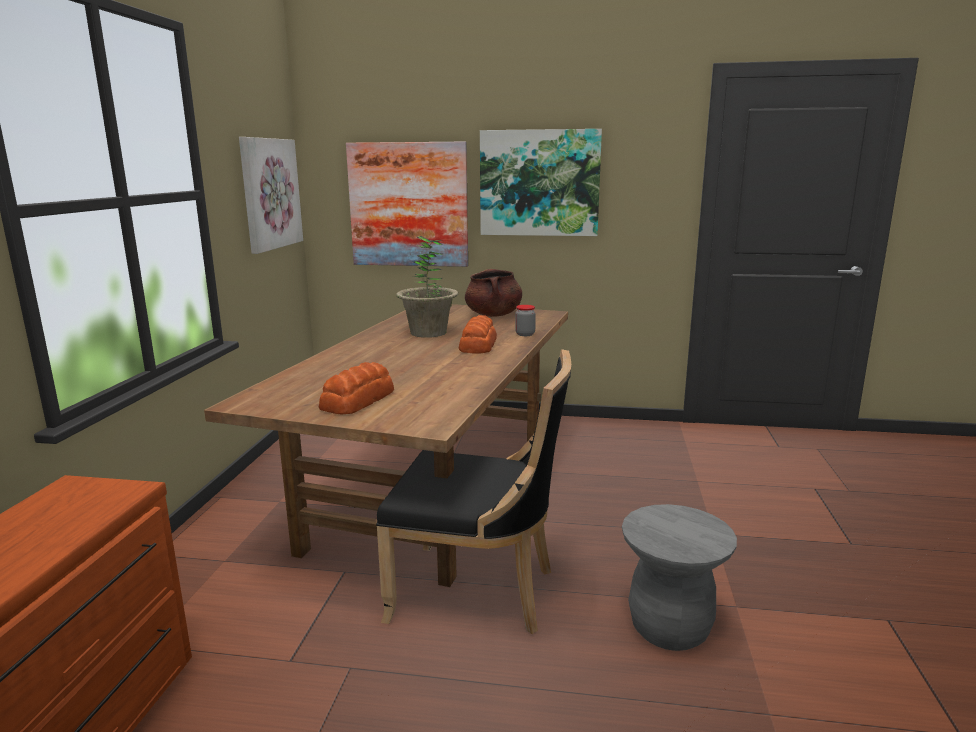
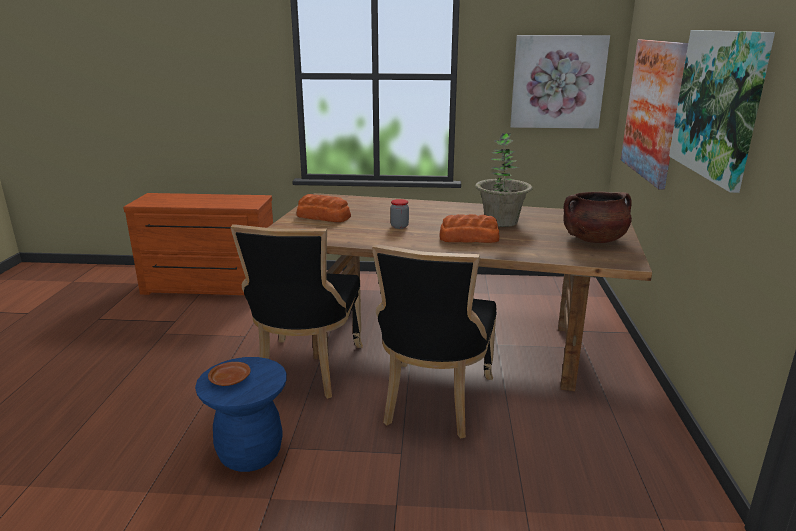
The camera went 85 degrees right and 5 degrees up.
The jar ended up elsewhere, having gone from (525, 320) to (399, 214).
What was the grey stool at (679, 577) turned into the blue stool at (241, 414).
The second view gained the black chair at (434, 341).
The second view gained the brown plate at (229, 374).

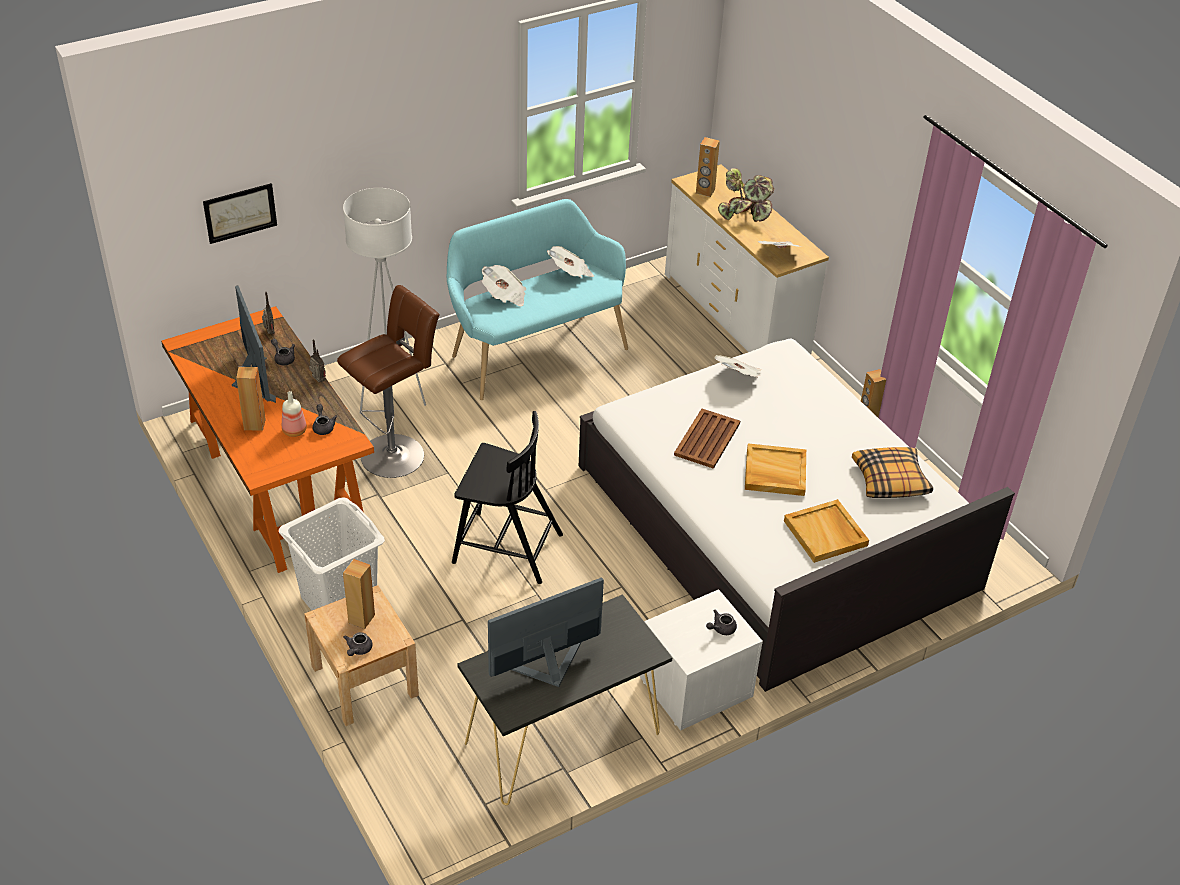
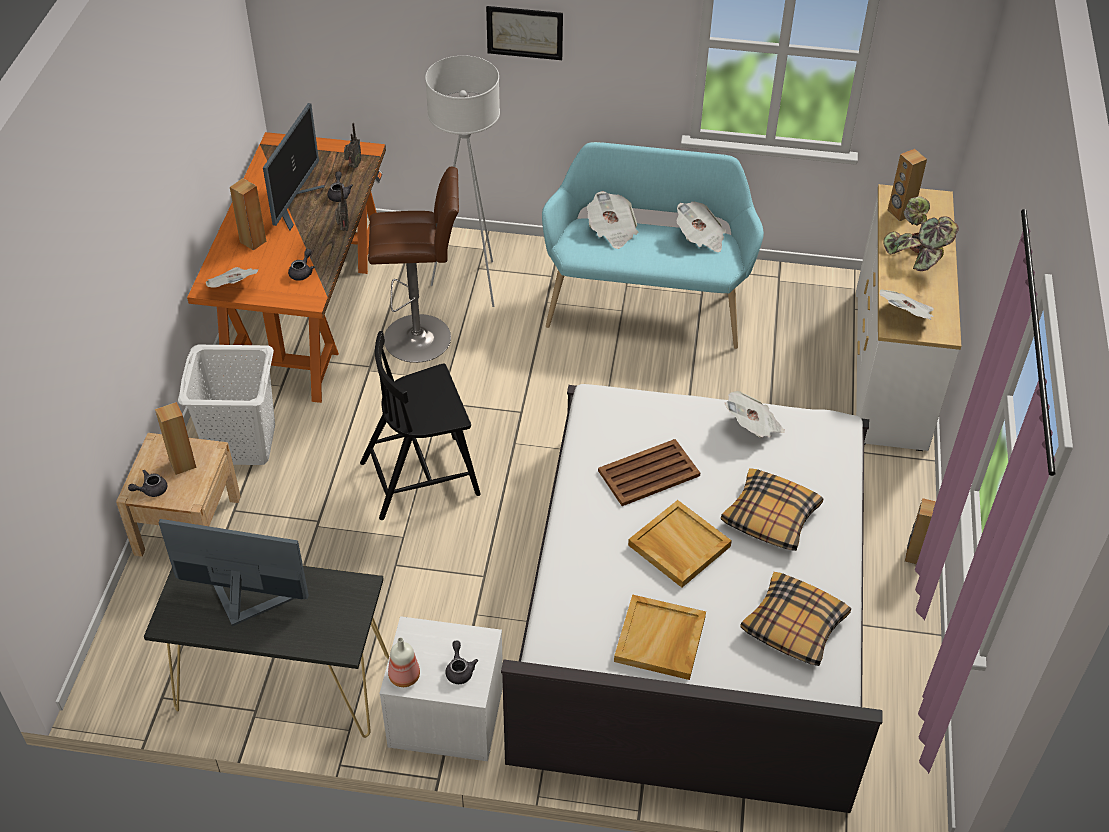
The camera went 40 degrees right and 5 degrees up.
The picture ended up elsewhere, having gone from (240, 213) to (524, 33).
The bottle ended up elsewhere, having gone from (294, 414) to (404, 662).
The black chair at (507, 497) ended up facing another way, 105 degrees clockwise from before.
The grey teapot at (721, 622) ended up facing another way, 75 degrees clockwise from before.
The second view gained the newspaper at (232, 277).
The second view gained the pillow at (772, 509).

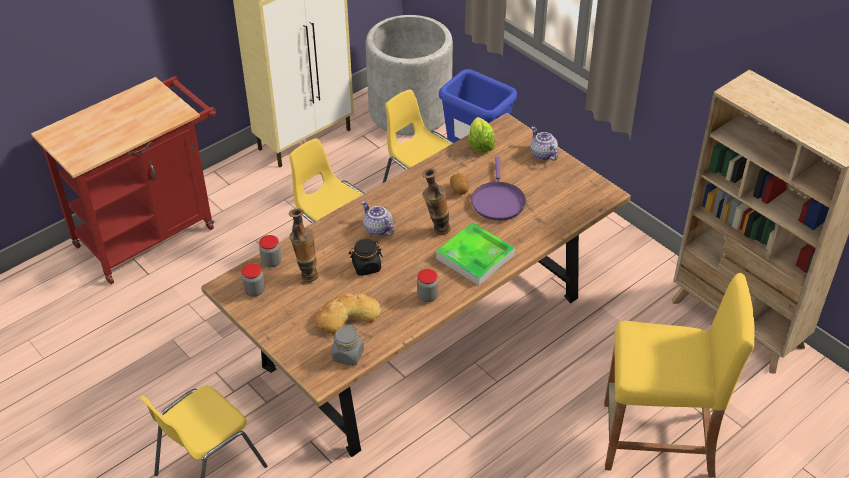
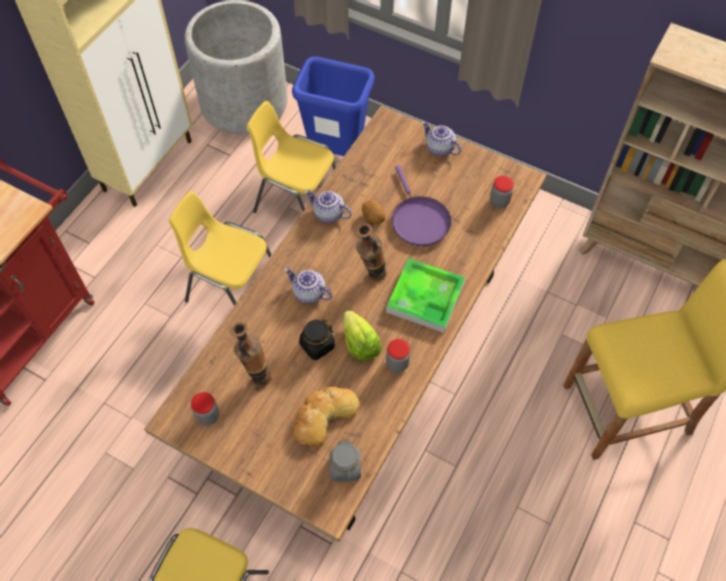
The camera went 20 degrees left and 15 degrees up.
The lettuce ended up elsewhere, having gone from (482, 135) to (362, 336).
The jar ended up elsewhere, having gone from (270, 251) to (502, 192).
The second view gained the teapot at (328, 206).

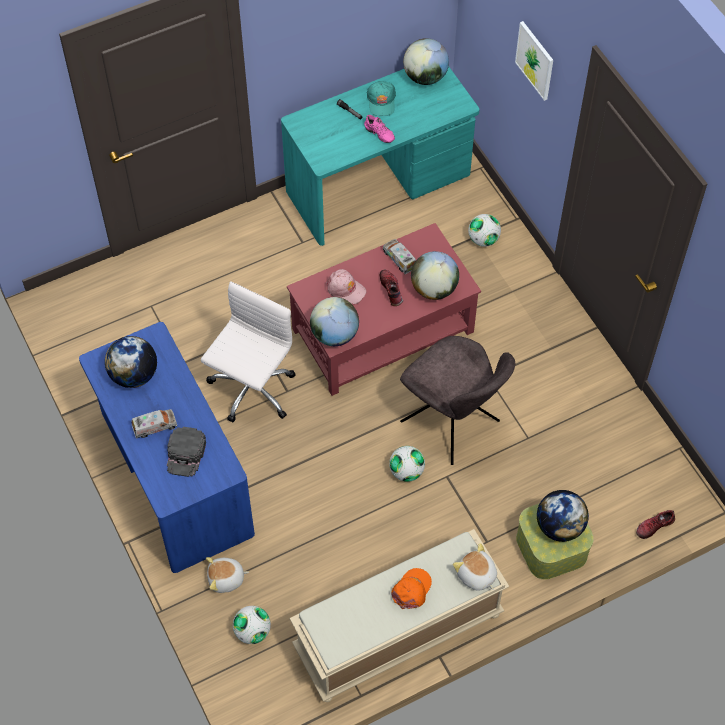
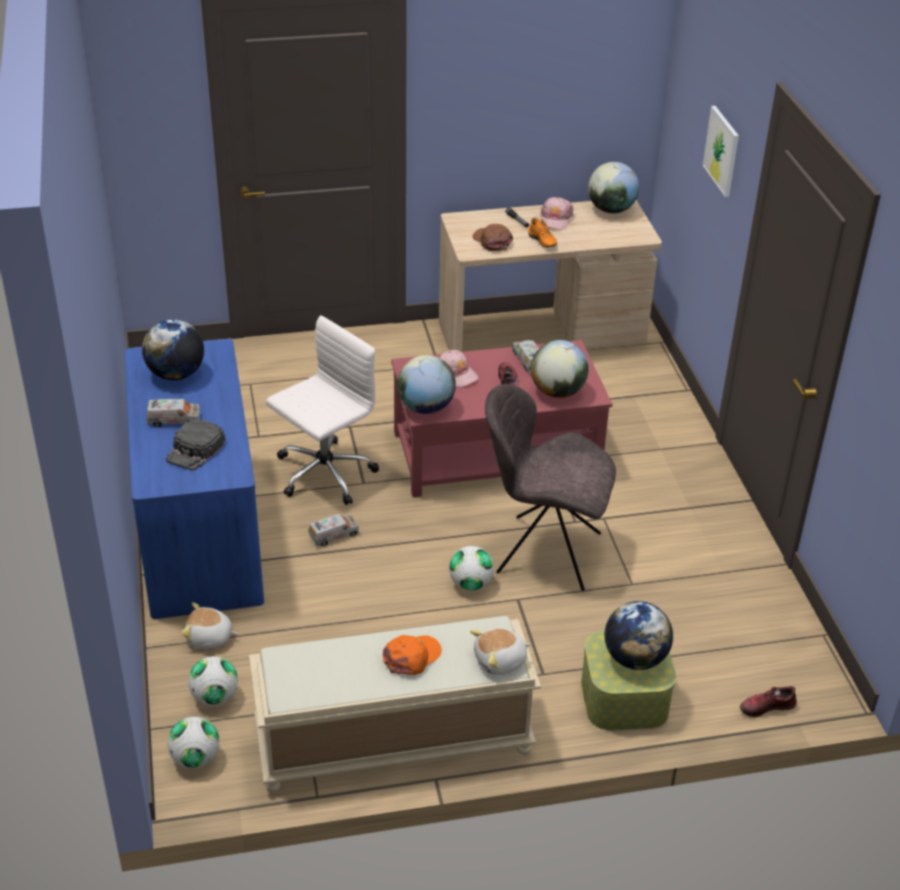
The camera went 15 degrees right and 20 degrees down.
What was the turquoise desk at (380, 156) turned into the beige desk at (550, 276).
What was the turquoise cap at (381, 98) turned into the pink cap at (557, 213).
What was the pink shoe at (379, 128) turned into the orange shoe at (542, 233).
The football ended up elsewhere, having gone from (484, 230) to (193, 743).
The grey chair at (457, 400) ended up facing another way, 135 degrees clockwise from before.
The plush toy at (475, 567) ended up facing another way, 90 degrees counterclockwise from before.
The second view gained the brown cap at (493, 237).
The second view gained the toy truck at (333, 530).

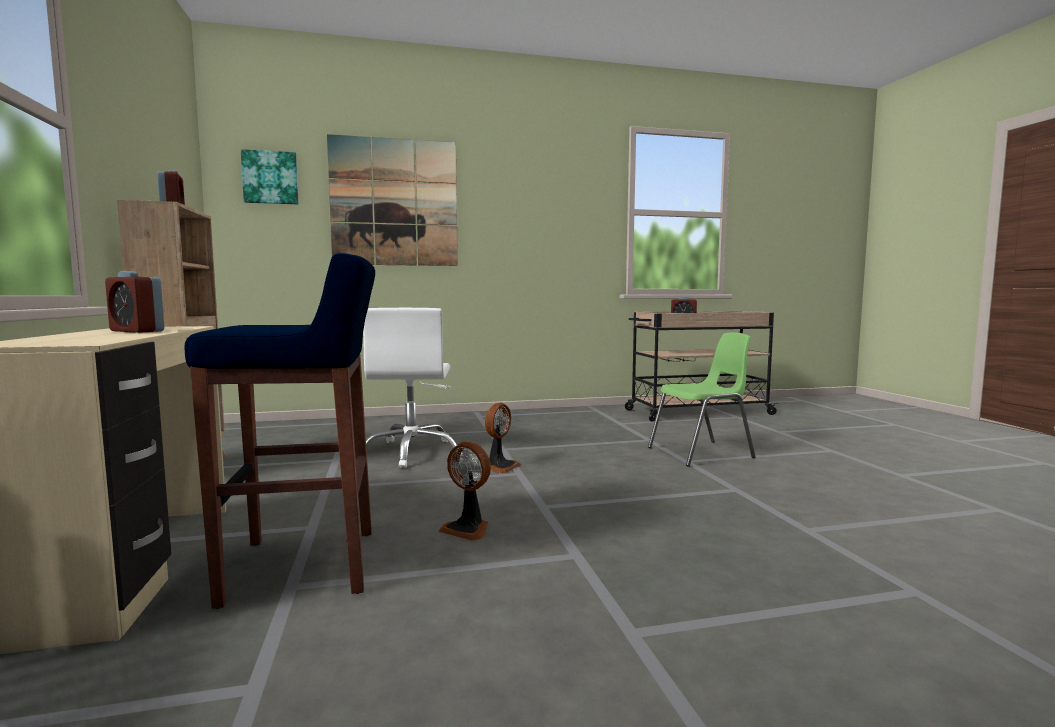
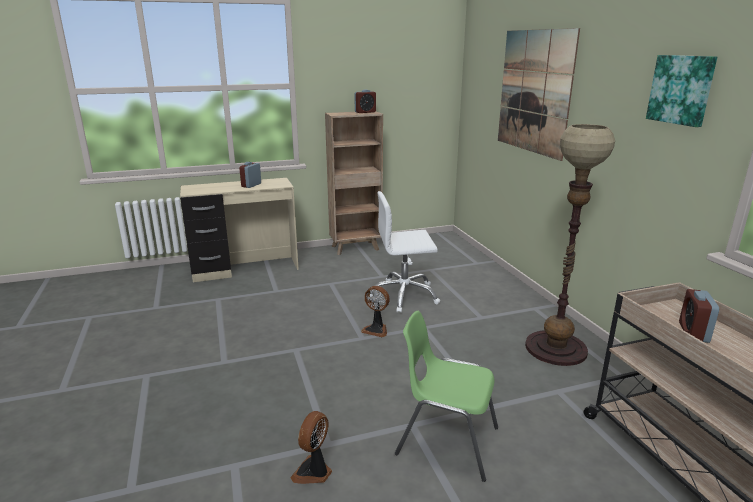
The camera went 85 degrees right and 15 degrees up.
The picture ended up elsewhere, having gone from (270, 177) to (681, 91).
The second view lost the blue stool at (280, 431).
The green chair at (701, 399) ended up facing another way, 135 degrees clockwise from before.
The fan ended up elsewhere, having gone from (464, 491) to (311, 447).
The second view gained the floor lamp at (570, 245).

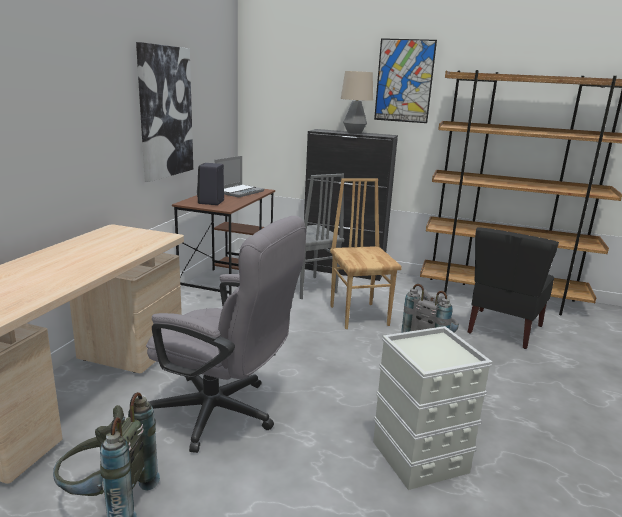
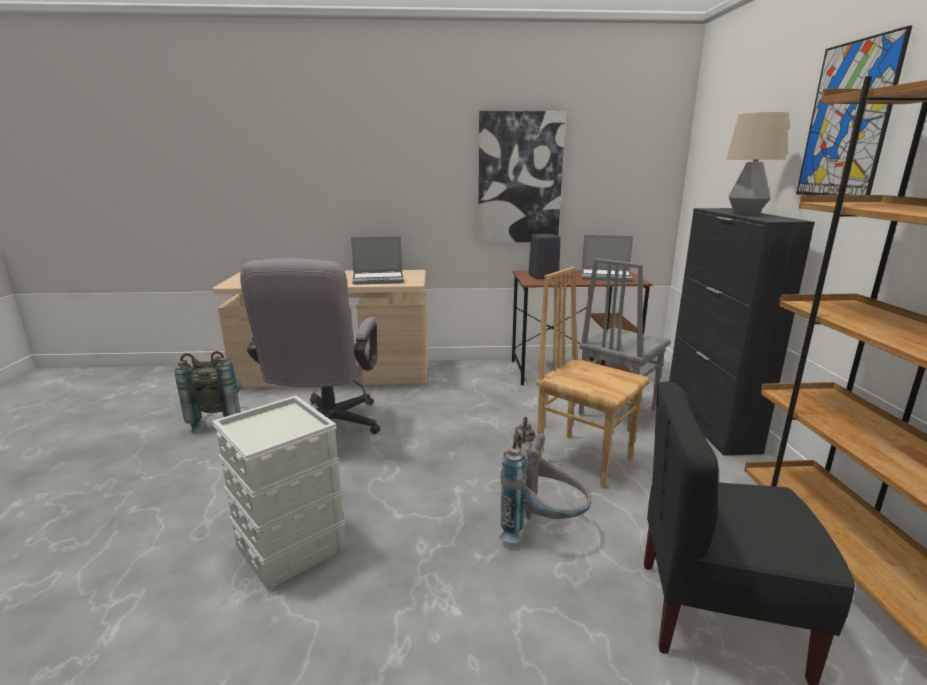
The camera went 70 degrees right and 0 degrees up.
The brown chair at (366, 254) ended up facing another way, 105 degrees counterclockwise from before.
The second view gained the laptop at (377, 260).

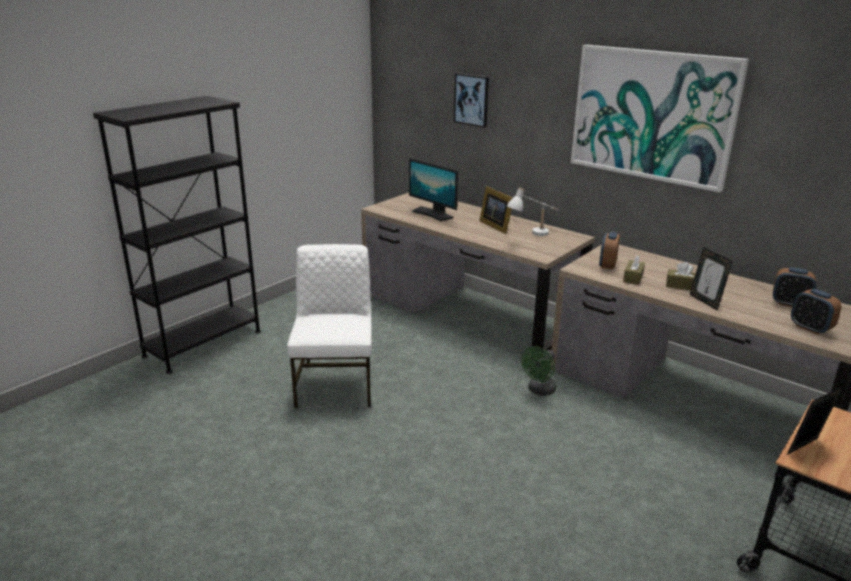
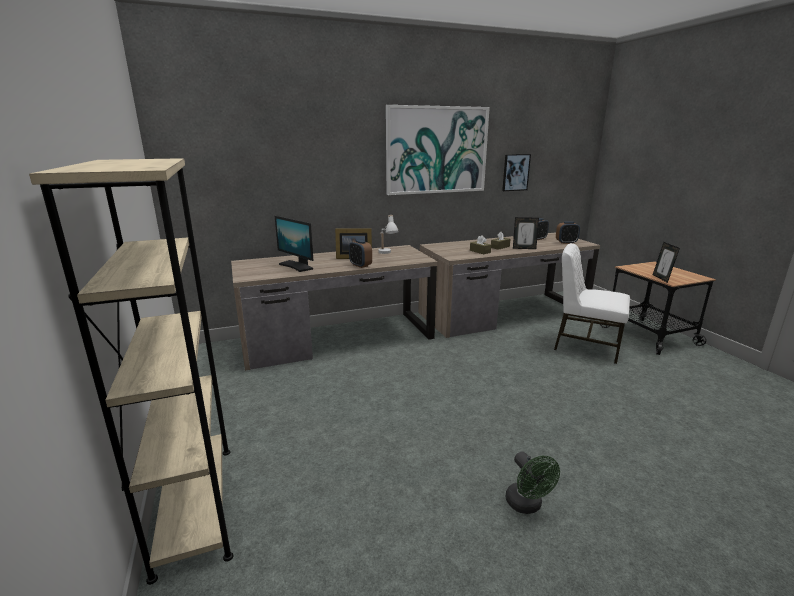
The camera went 60 degrees left and 5 degrees down.
The picture ended up elsewhere, having gone from (471, 100) to (516, 172).
What was the black bookcase at (177, 235) turned into the beige bookcase at (131, 371).
The monitor at (433, 189) ended up facing another way, 60 degrees clockwise from before.
The alarm clock ended up elsewhere, having gone from (609, 251) to (360, 254).
The white chair ended up elsewhere, having gone from (329, 326) to (592, 303).
The green fan ended up elsewhere, having gone from (538, 371) to (532, 483).

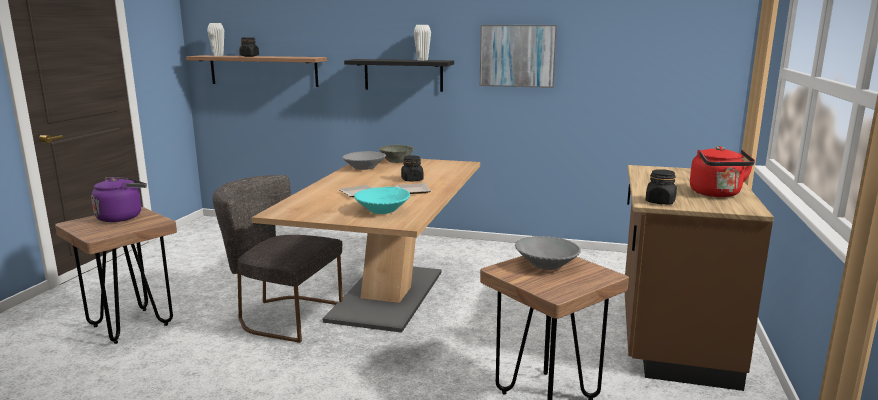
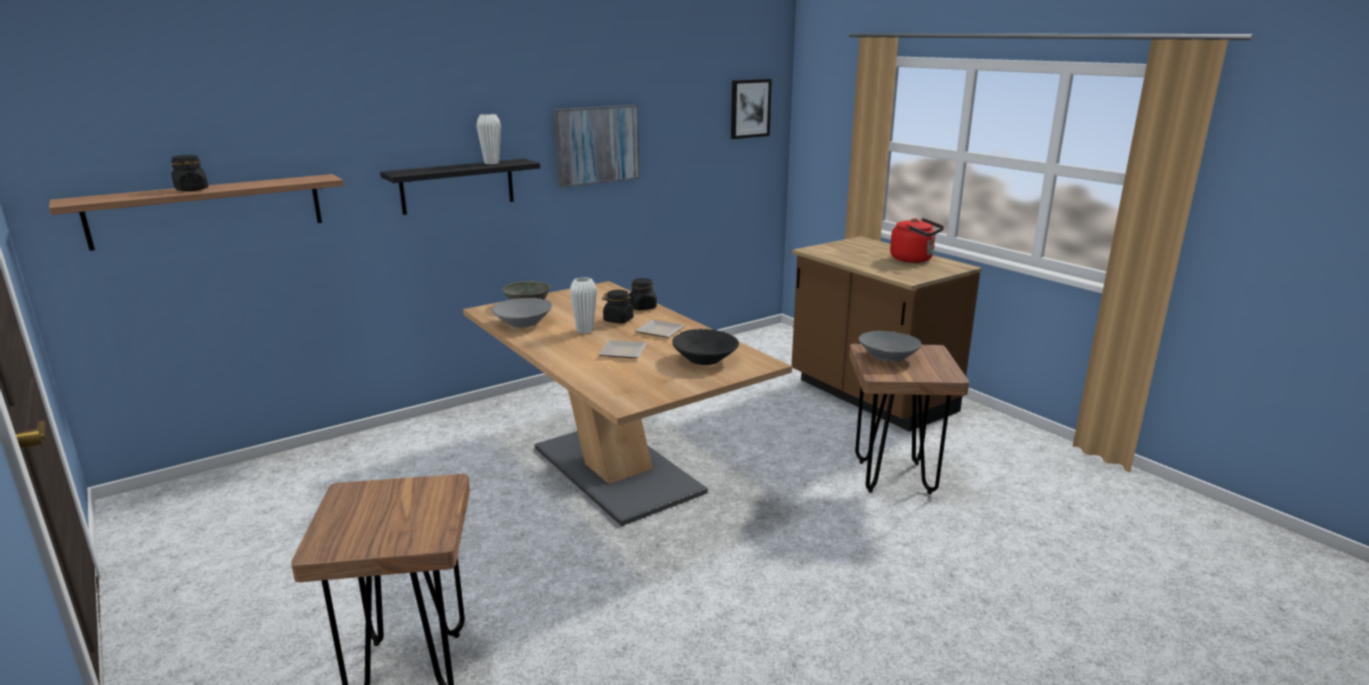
The camera went 50 degrees left and 5 degrees up.
The white vase ended up elsewhere, having gone from (215, 39) to (583, 305).
The black jar ended up elsewhere, having gone from (661, 186) to (643, 294).
The second view lost the grey chair at (278, 259).
The second view lost the purple kettle at (119, 199).
What was the turquoise bowl at (382, 200) turned into the black bowl at (705, 347).
The second view gained the picture at (751, 109).

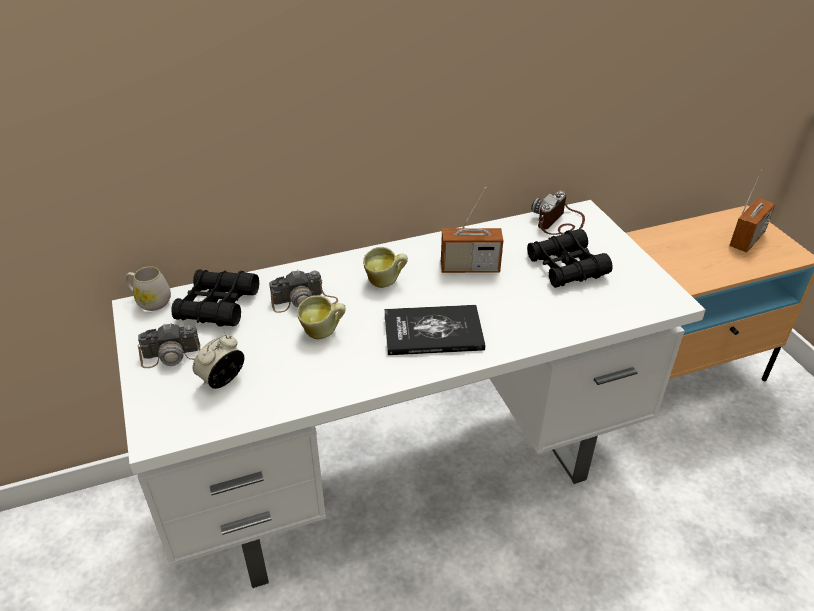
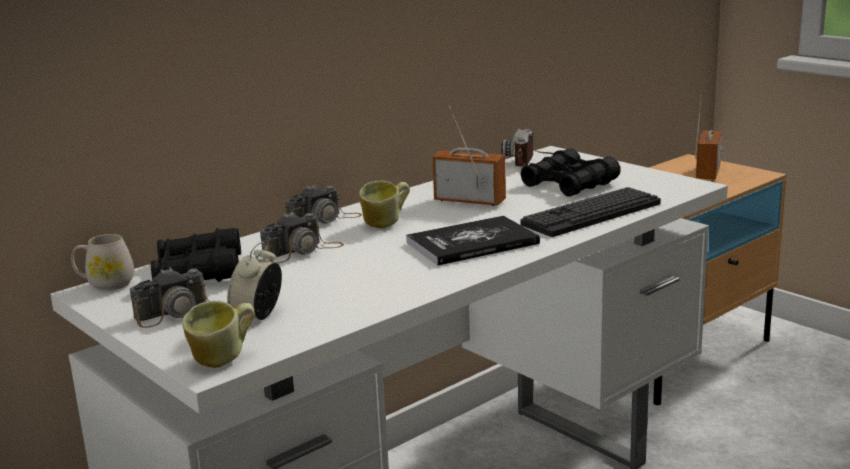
The camera went 20 degrees left and 20 degrees down.
The radio at (472, 230) ended up facing another way, 135 degrees counterclockwise from before.
The mug ended up elsewhere, having gone from (321, 317) to (218, 334).
The second view gained the photo camera at (323, 204).
The second view gained the keyboard at (590, 212).

